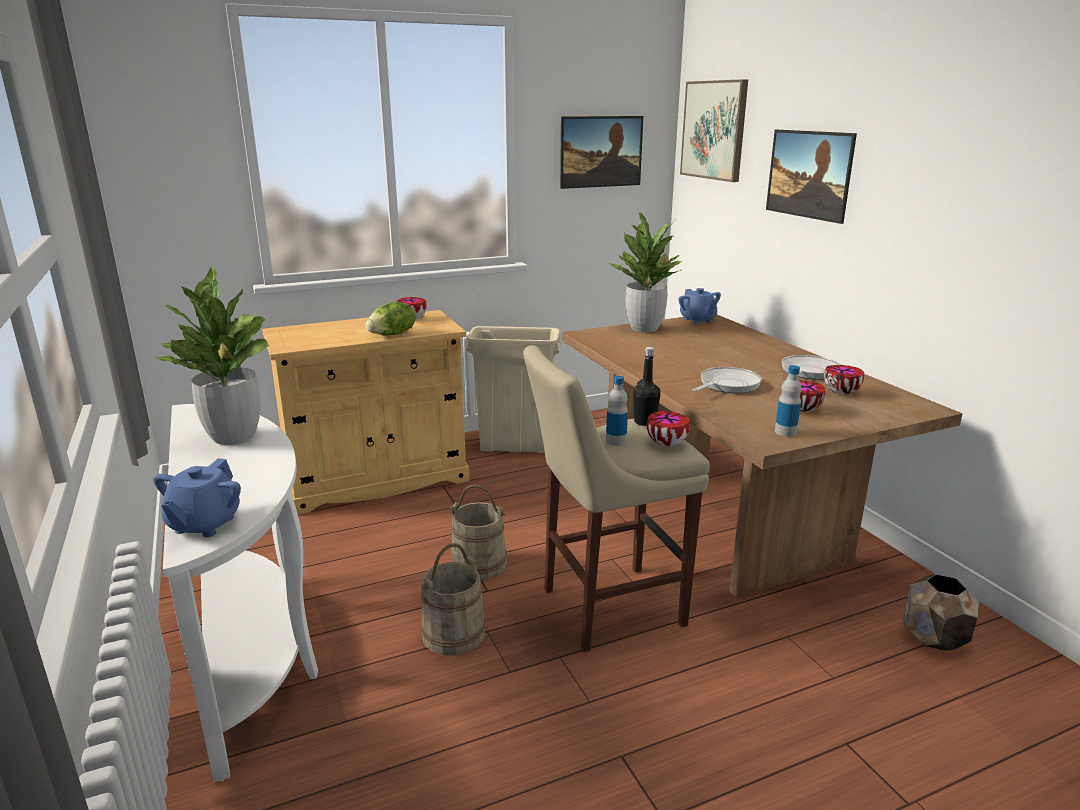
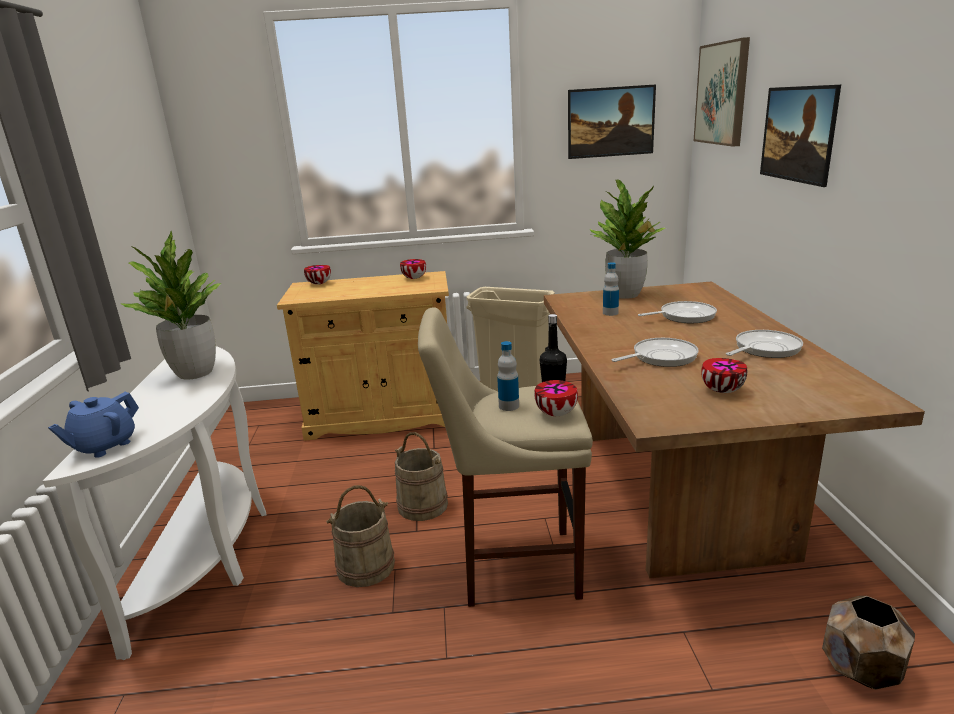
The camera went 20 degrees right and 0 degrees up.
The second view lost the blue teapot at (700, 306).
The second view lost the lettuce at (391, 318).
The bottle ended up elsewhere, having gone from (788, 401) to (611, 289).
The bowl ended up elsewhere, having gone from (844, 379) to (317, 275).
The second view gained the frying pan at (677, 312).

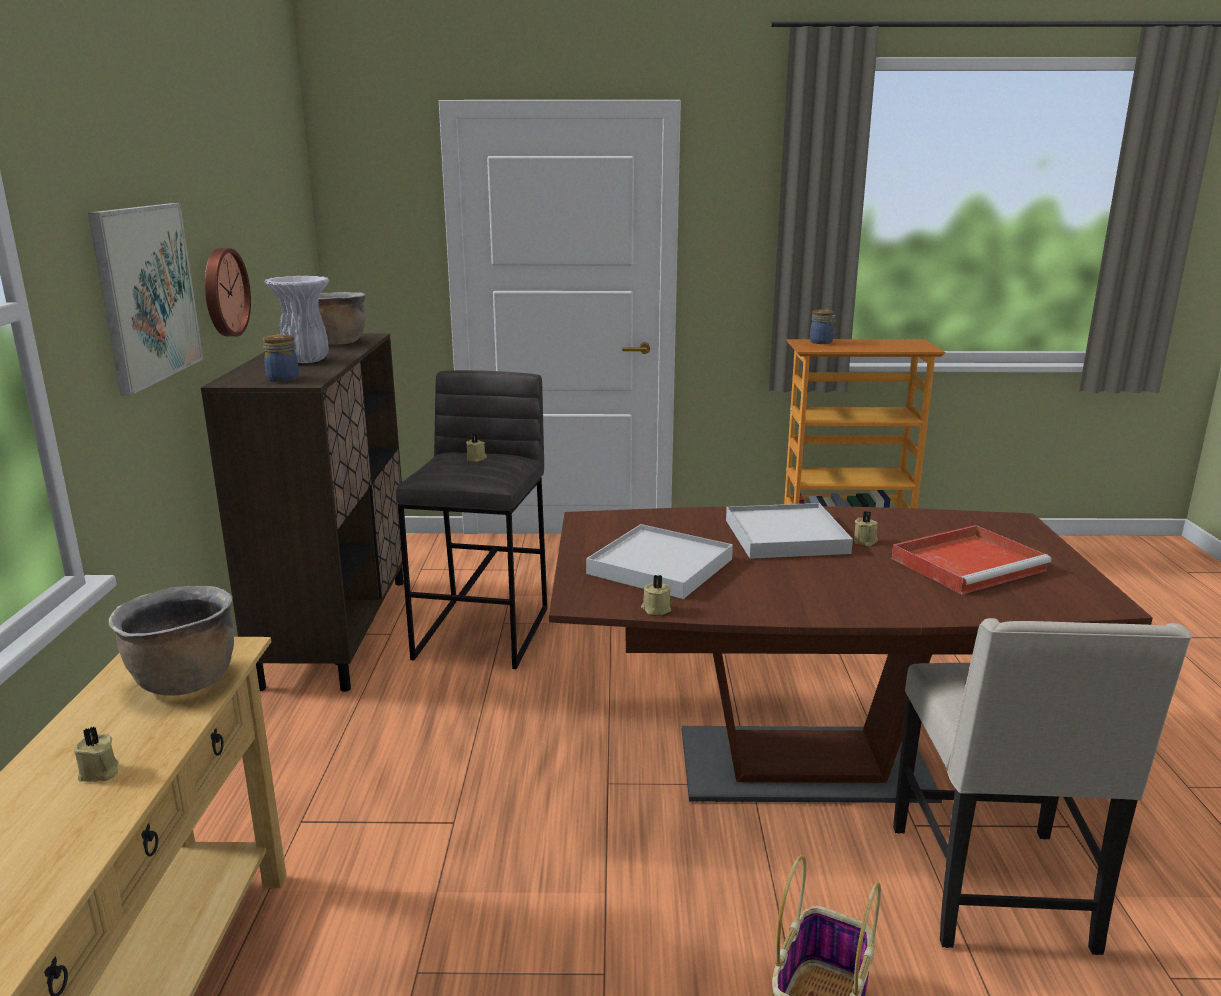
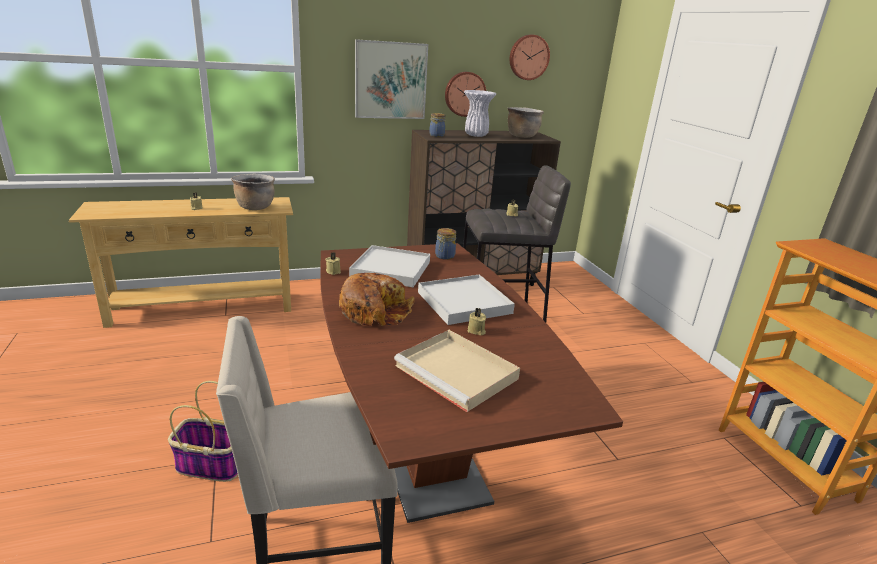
The camera went 70 degrees right and 5 degrees up.
The jar ended up elsewhere, having gone from (823, 326) to (445, 244).
What was the red tray at (971, 559) turned into the beige tray at (457, 371).
The second view gained the wall clock at (530, 57).
The second view gained the bread at (377, 299).

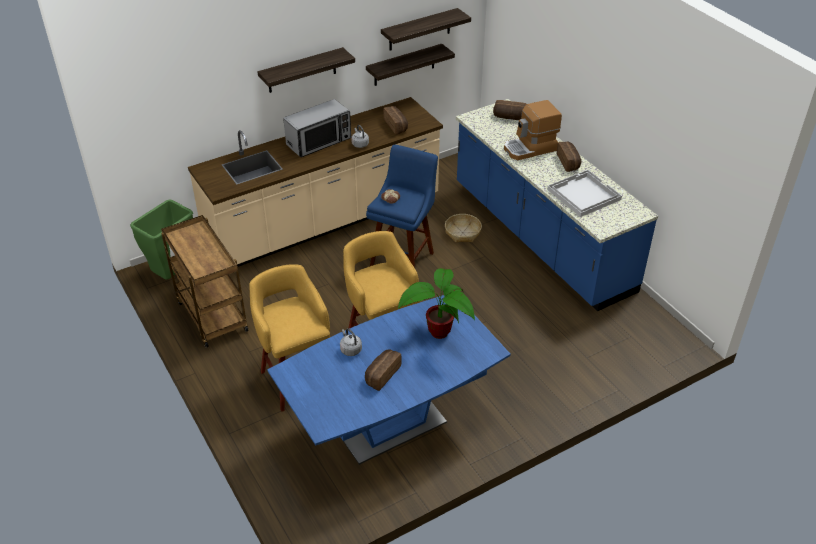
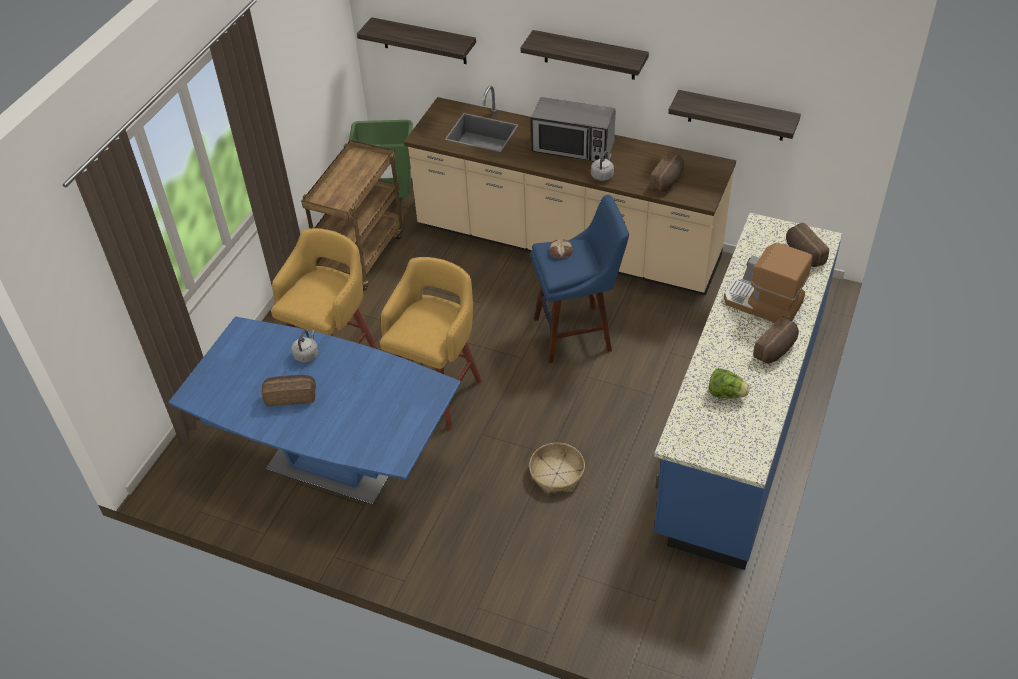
The camera went 55 degrees right and 5 degrees up.
The shelf ended up elsewhere, having gone from (426, 29) to (416, 40).
Where the white tray stood at (584, 193), the lettuce came to stand at (729, 383).
The basket ended up elsewhere, having gone from (463, 228) to (557, 468).
The second view lost the potted plant at (436, 303).

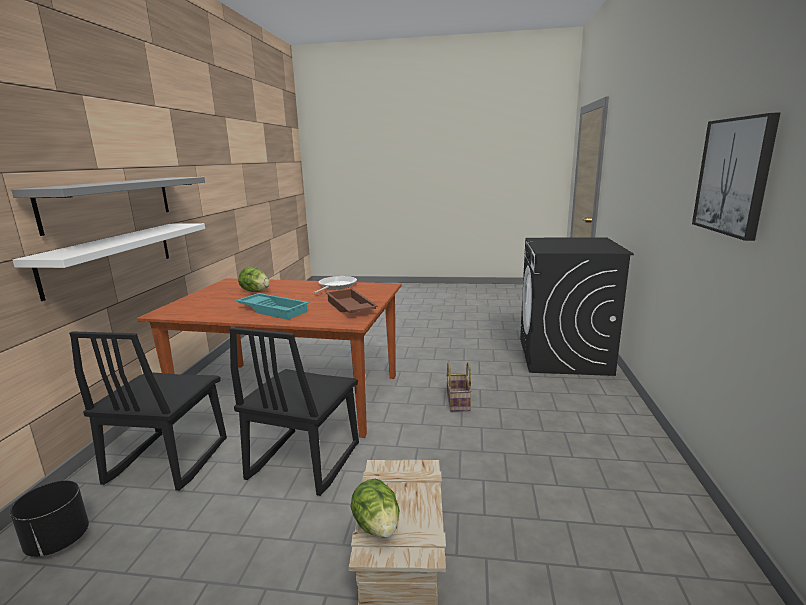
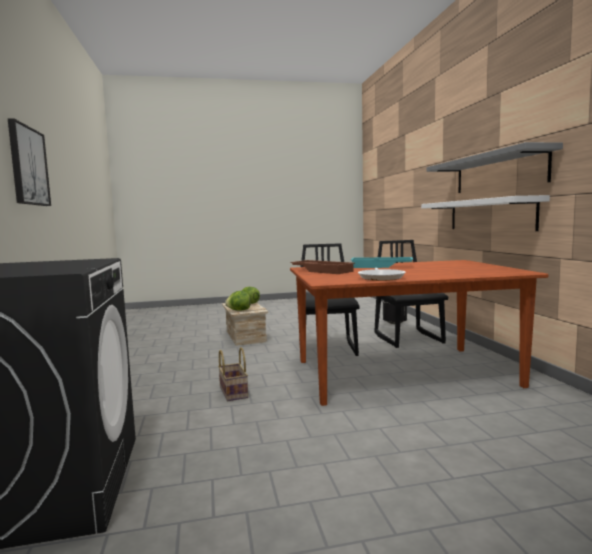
The camera went 160 degrees right and 10 degrees down.
The lettuce ended up elsewhere, having gone from (254, 279) to (238, 301).

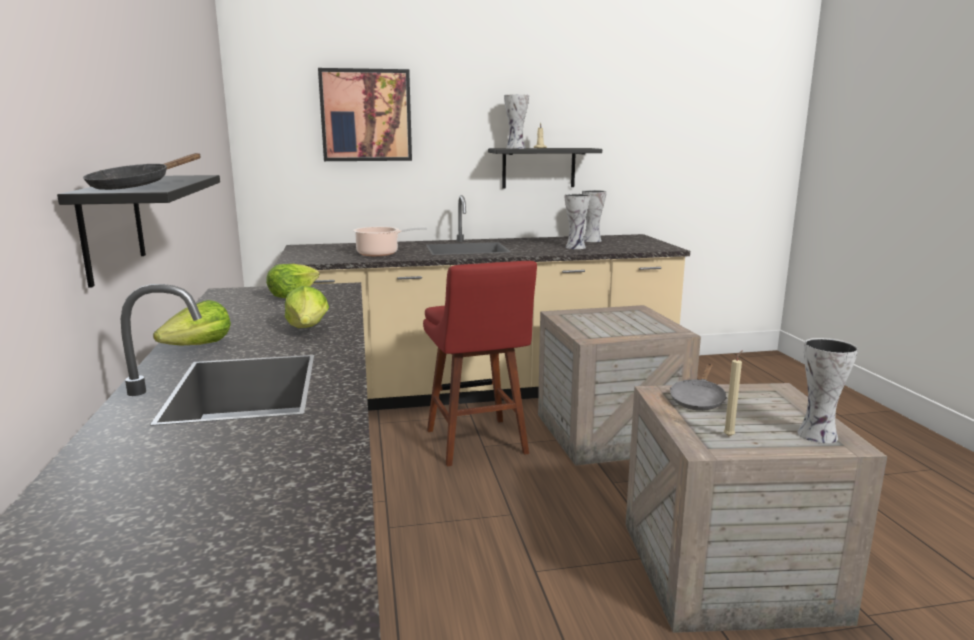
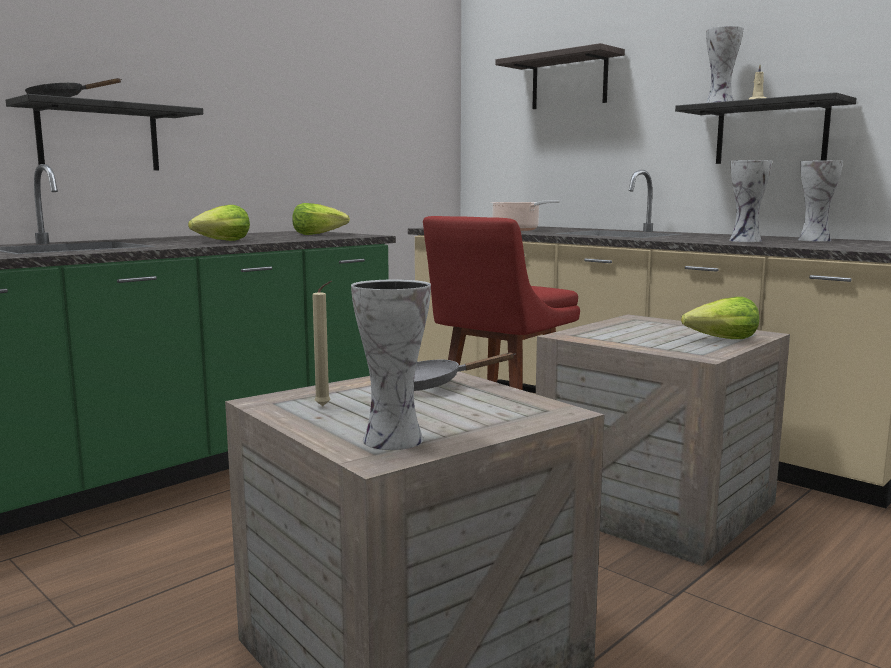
The camera went 55 degrees right and 5 degrees down.
Where the picture hung at (365, 114), the shelf came to hang at (560, 76).
The lettuce ended up elsewhere, having gone from (192, 322) to (720, 318).

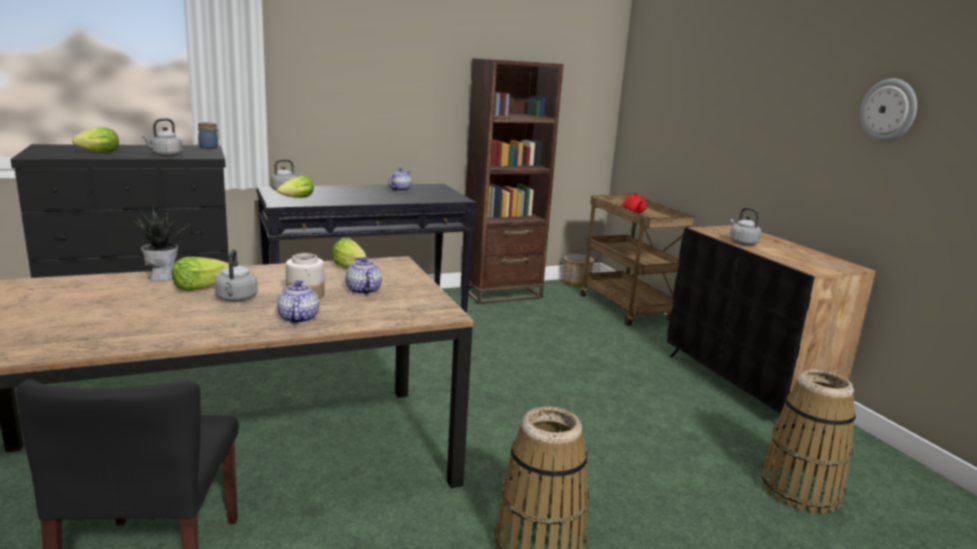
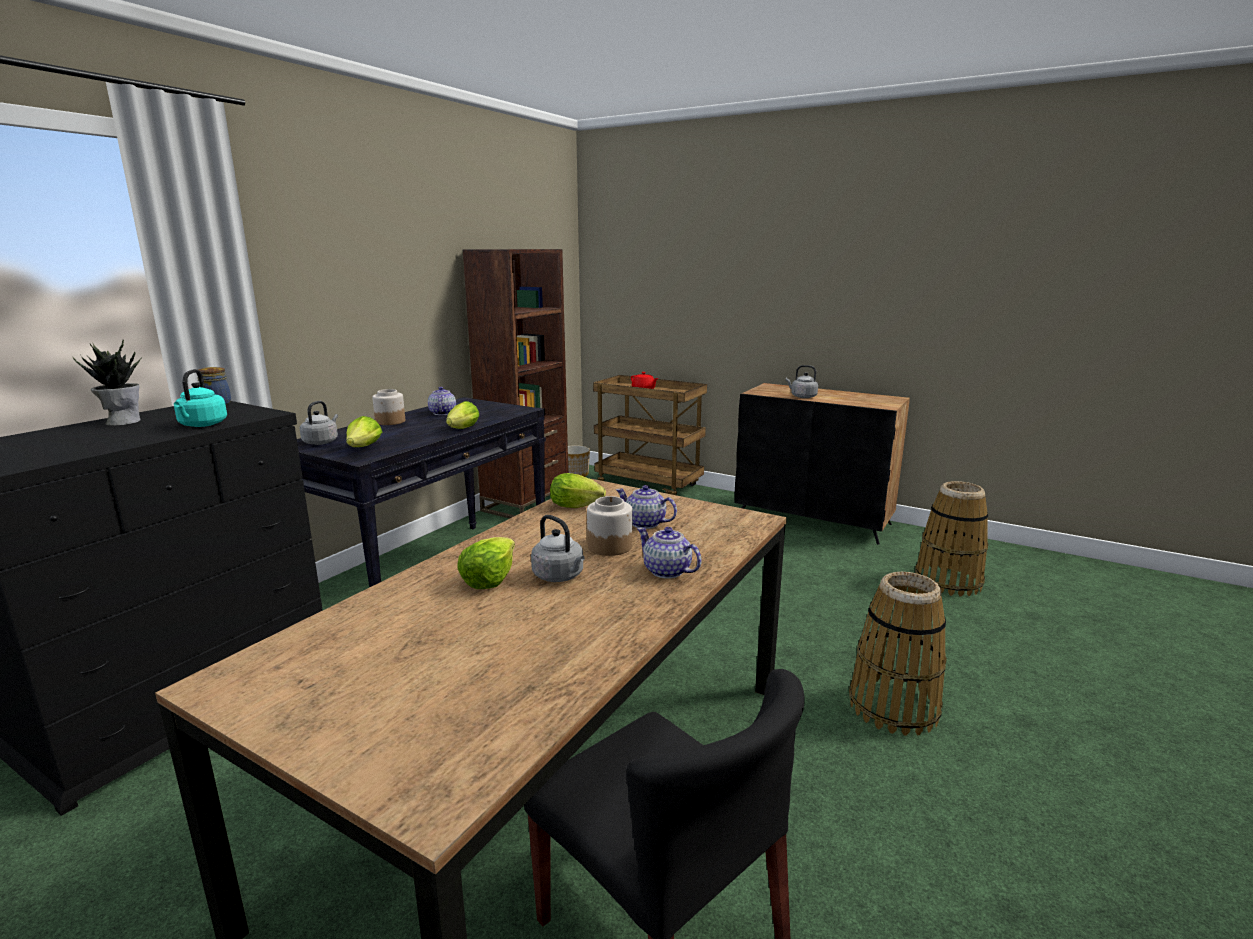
The camera went 35 degrees left and 0 degrees up.
The second view lost the wall clock at (888, 109).
What was the grey kettle at (162, 137) turned into the turquoise kettle at (200, 398).
The lettuce ended up elsewhere, having gone from (95, 140) to (462, 415).
The potted plant ended up elsewhere, having gone from (162, 244) to (106, 383).
The second view gained the jar at (388, 407).

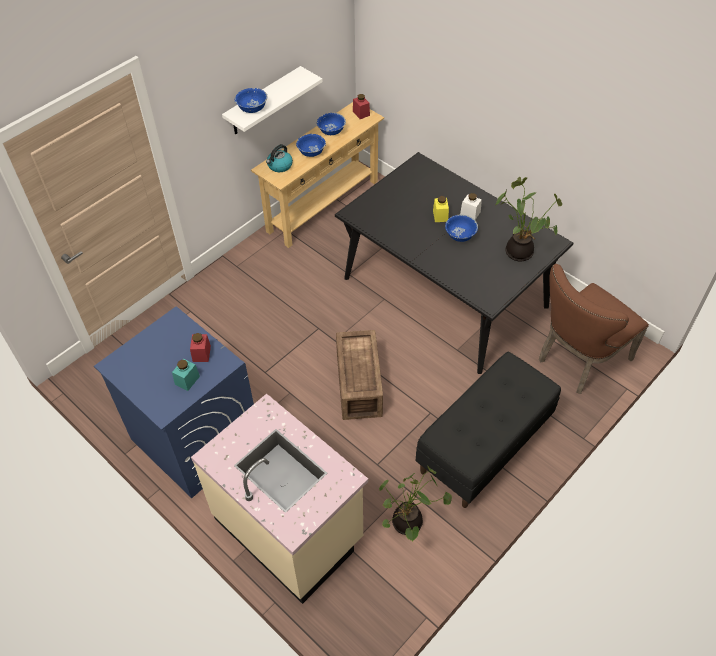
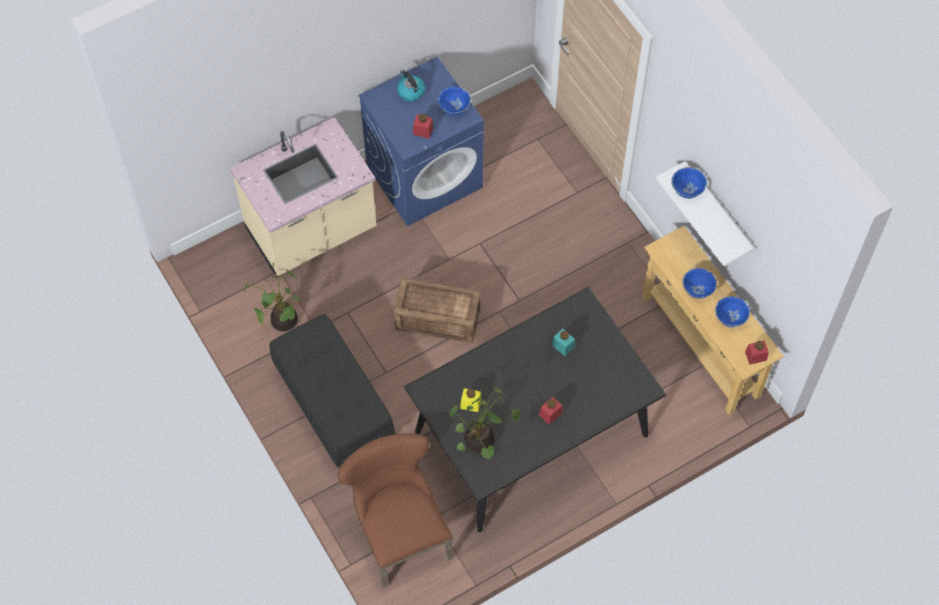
The camera went 105 degrees right and 10 degrees up.
The kettle ended up elsewhere, having gone from (279, 158) to (411, 85).
What was the white jar at (471, 206) turned into the red jar at (550, 411).
The yellow jar ended up elsewhere, having gone from (441, 209) to (470, 400).
The blue bowl ended up elsewhere, having gone from (461, 228) to (454, 101).
The turquoise jar ended up elsewhere, having gone from (186, 375) to (563, 342).

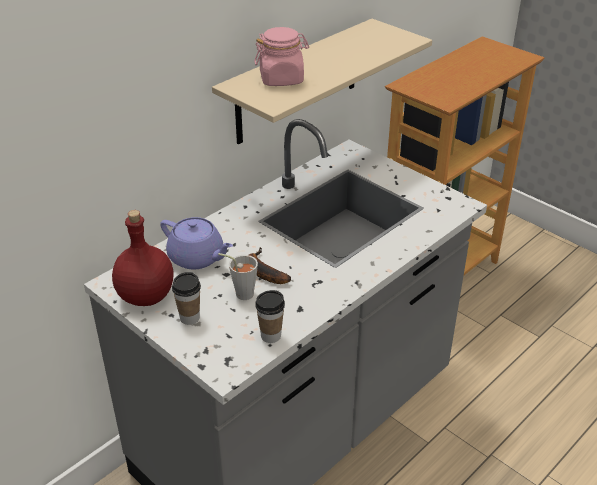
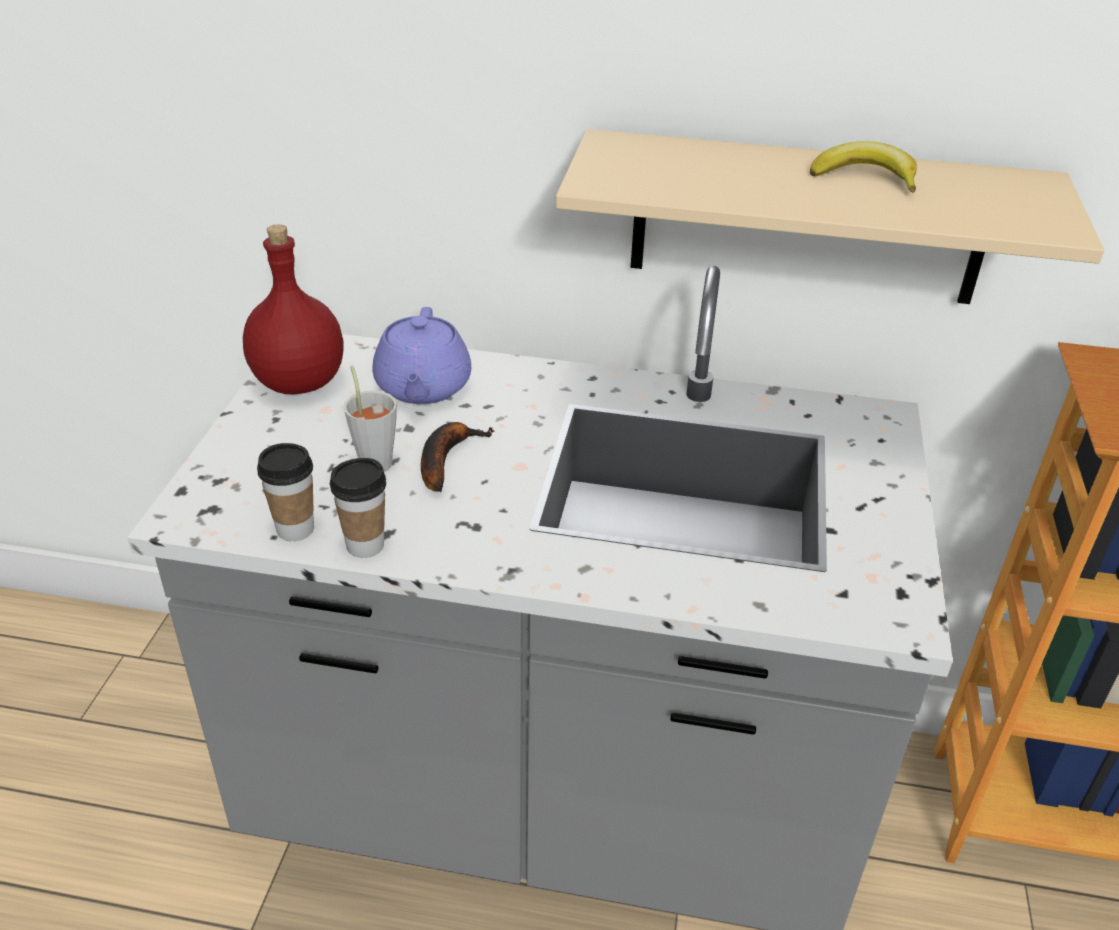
The camera went 55 degrees right and 0 degrees up.
The second view lost the pink jar at (281, 56).
The cup ended up elsewhere, having gone from (186, 298) to (358, 508).
The second view gained the banana at (863, 167).

